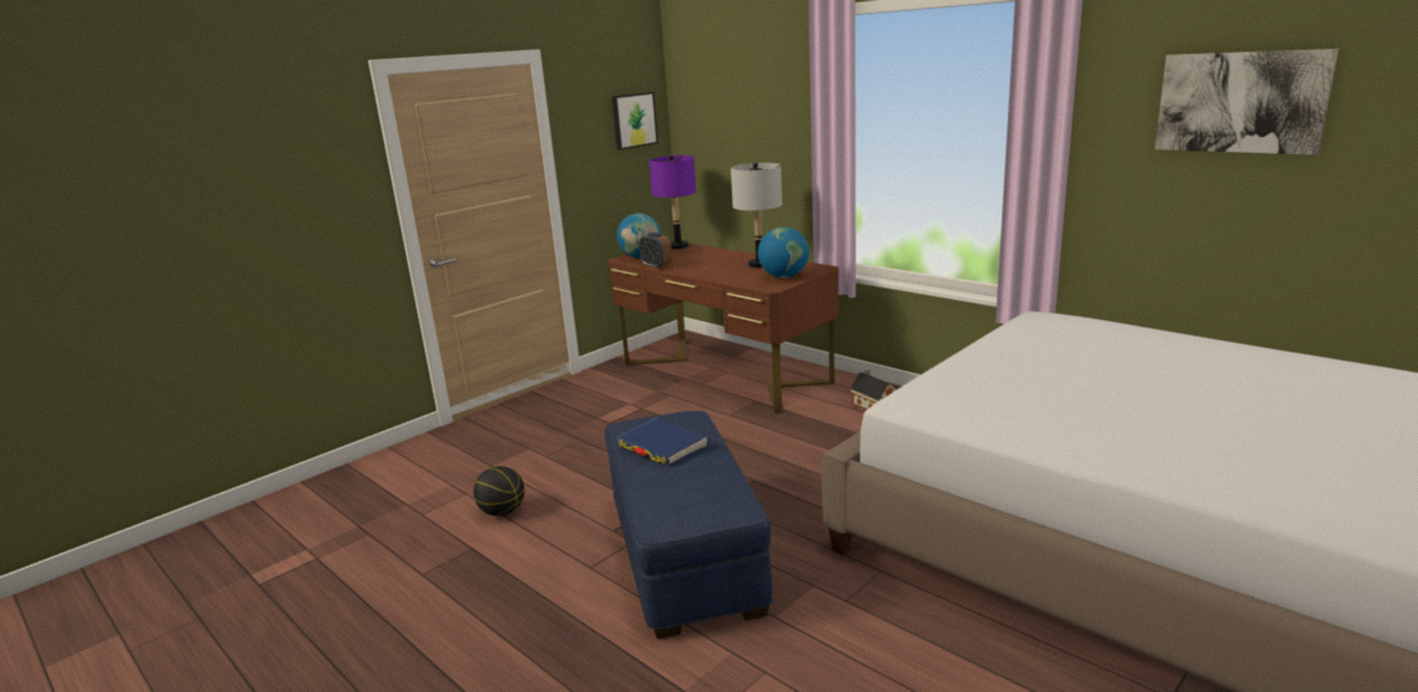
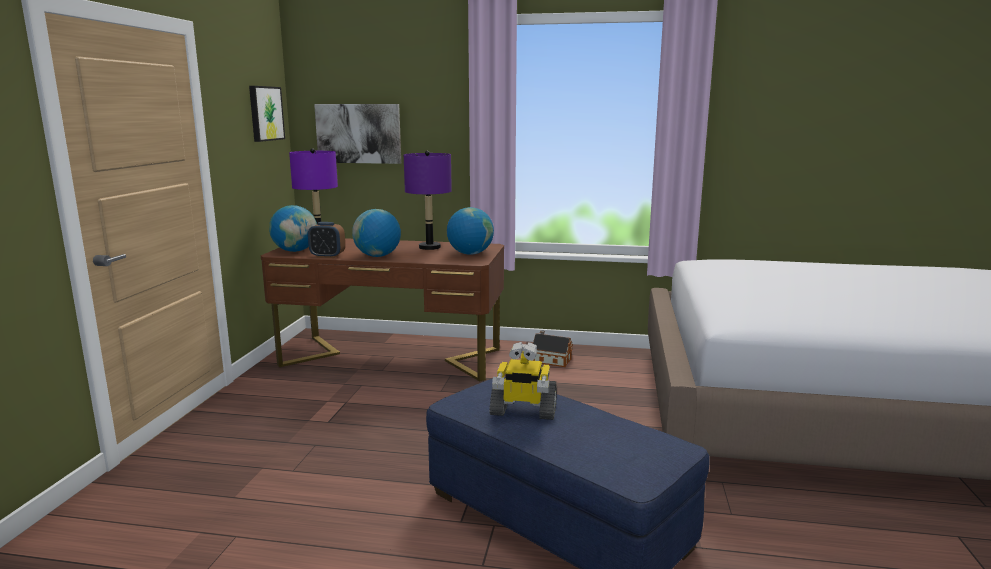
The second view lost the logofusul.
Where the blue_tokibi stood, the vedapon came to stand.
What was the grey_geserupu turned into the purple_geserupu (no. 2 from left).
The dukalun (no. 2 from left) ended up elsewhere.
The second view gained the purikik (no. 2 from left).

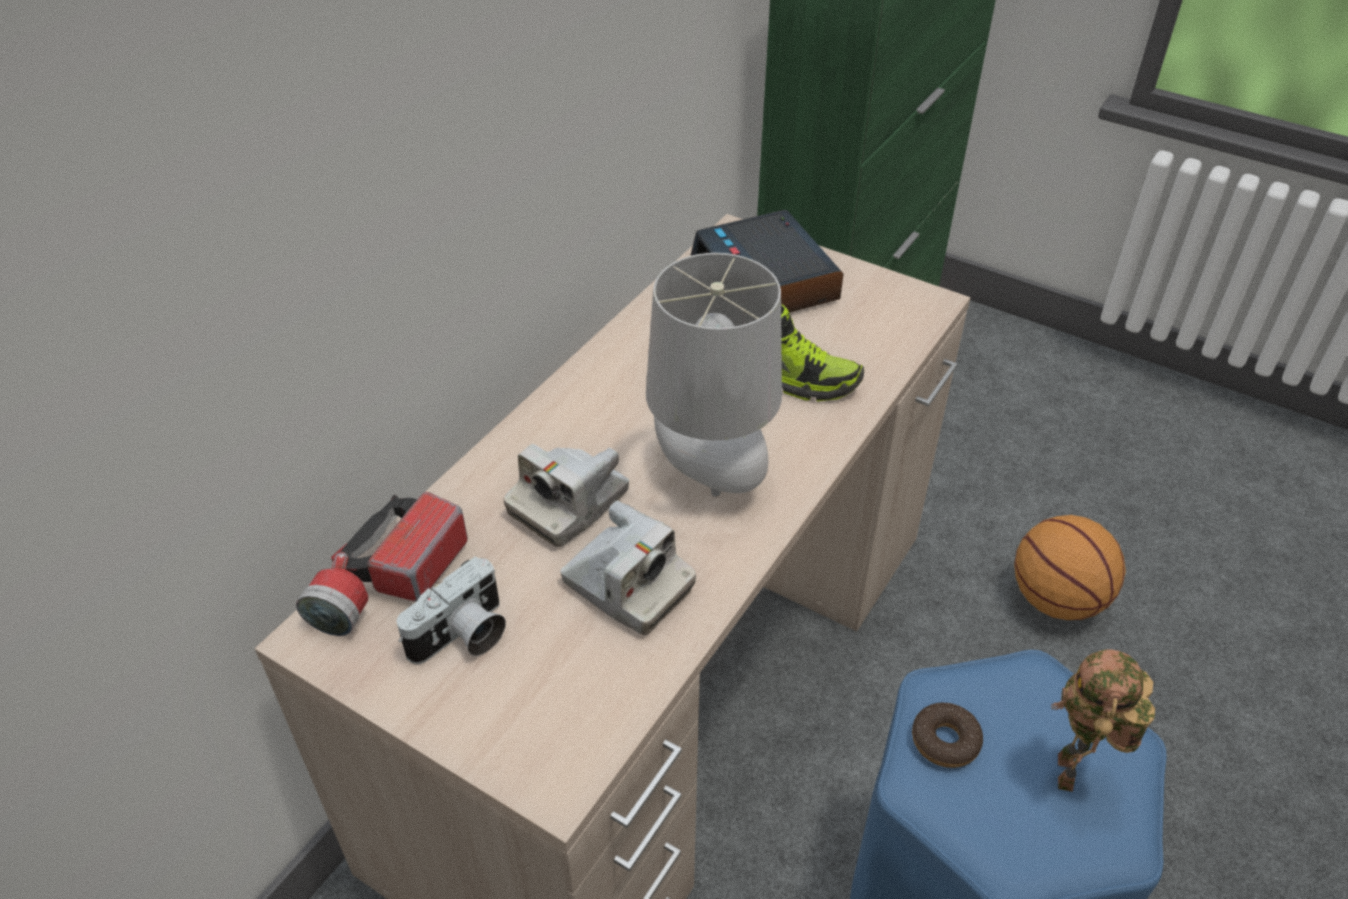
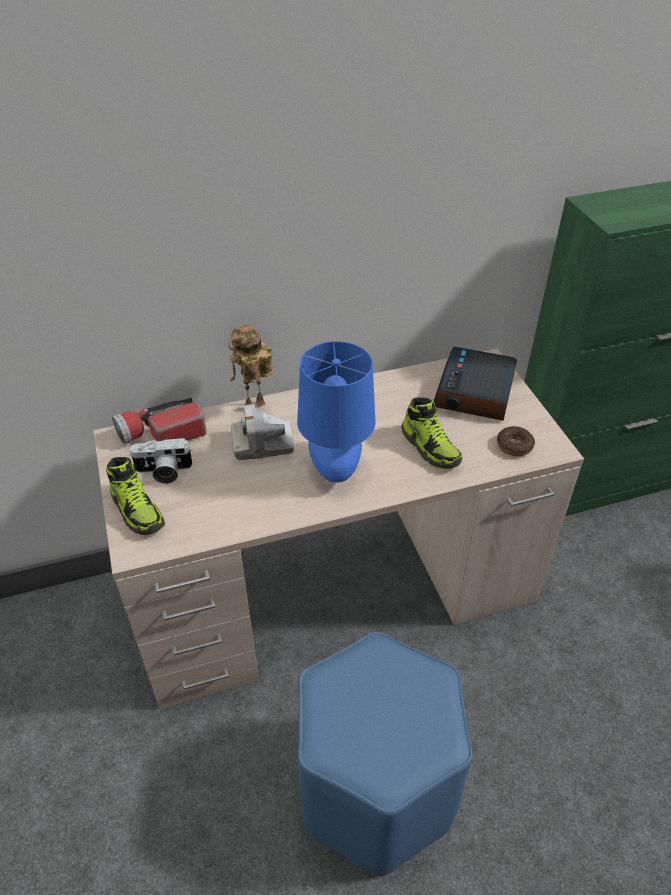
The second view lost the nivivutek (no. 3 from left).
What was the grey_geserupu turned into the blue_geserupu.
The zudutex ended up elsewhere.
The second view lost the logofusul.
The vedapon ended up elsewhere.
The second view gained the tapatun (no. 1 from left).

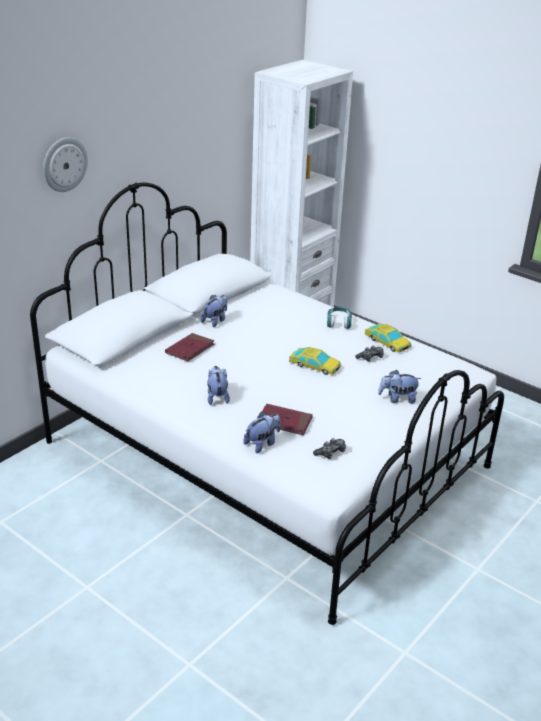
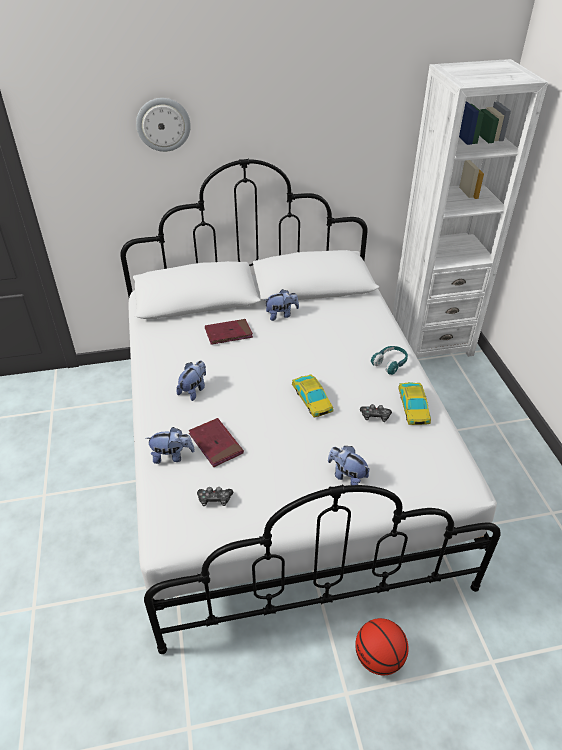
The second view gained the logofusul.

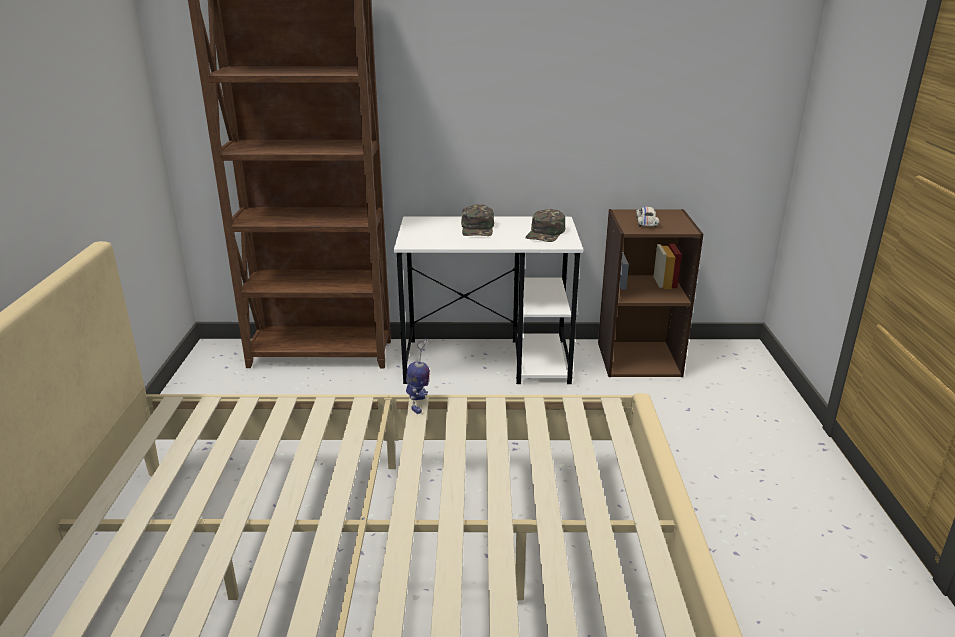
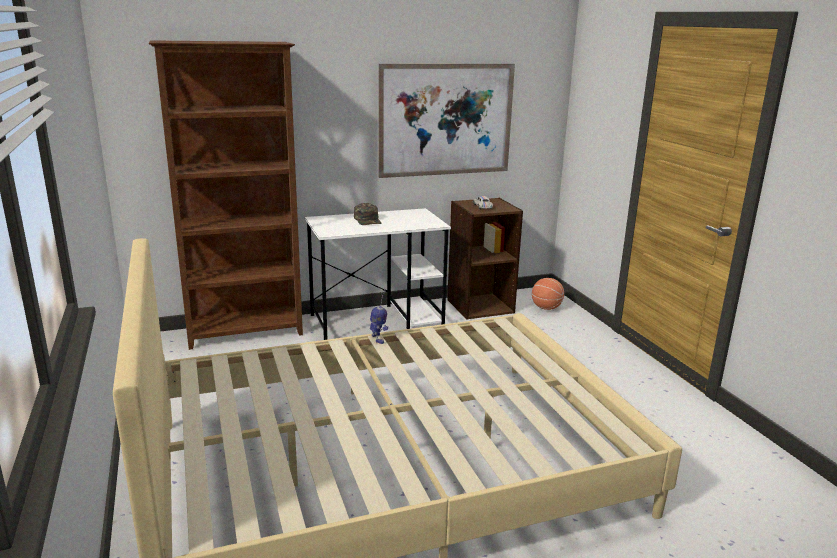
The second view lost the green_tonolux (no. 2 from left).
The second view gained the dukalun.
The second view gained the logofusul.

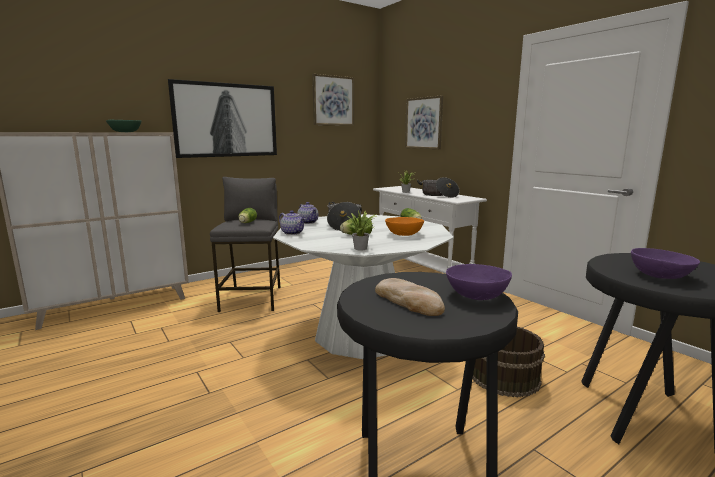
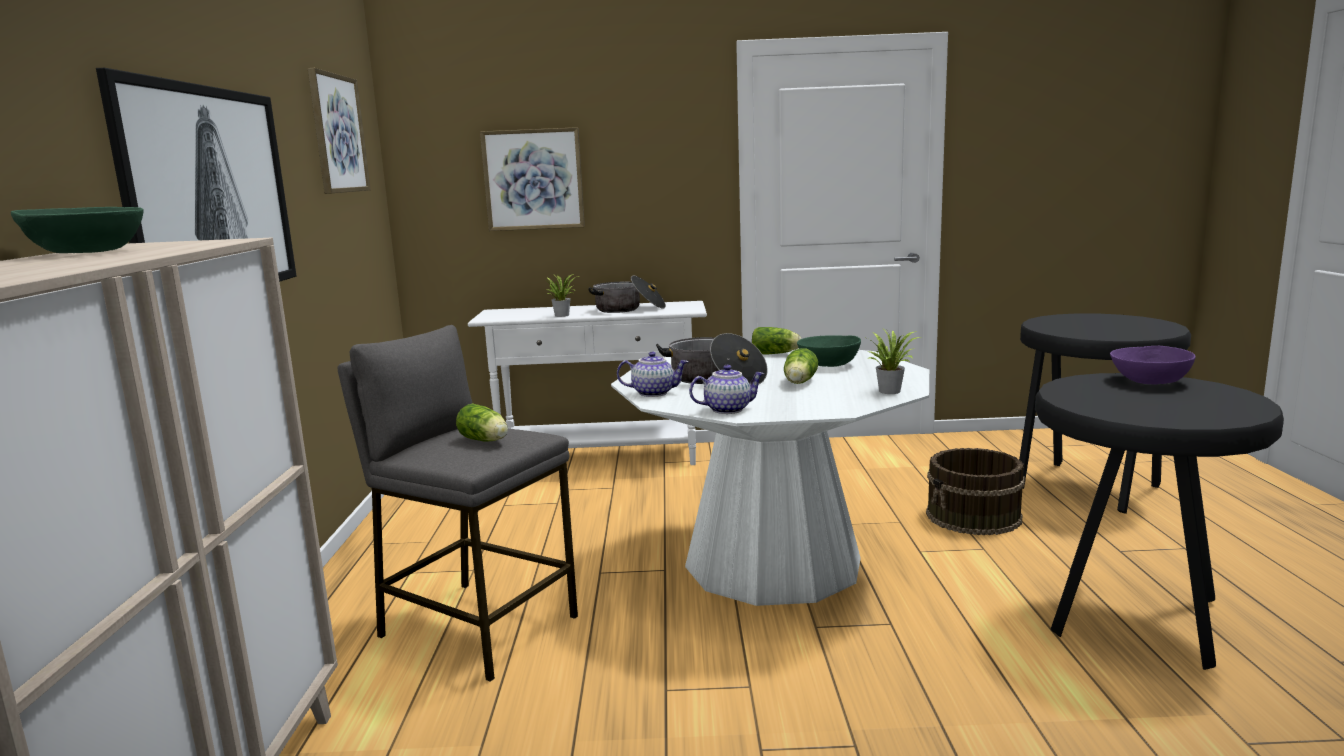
The second view lost the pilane.
What was the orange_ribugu turned into the green_ribugu (no. 2 from left).
The second view lost the purple_ribugu (no. 2 from left).

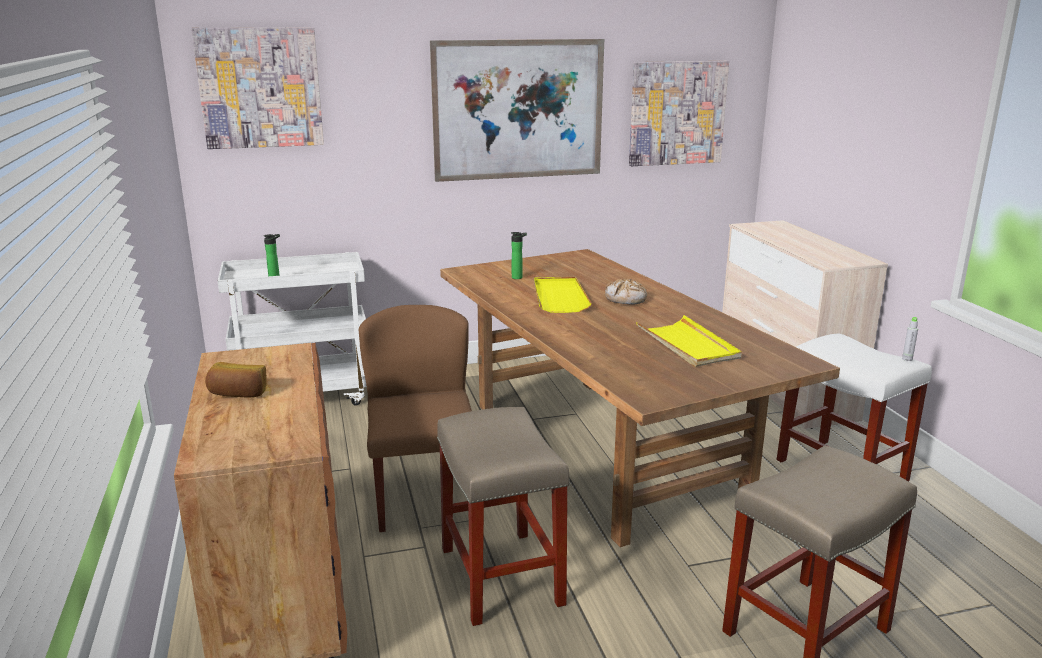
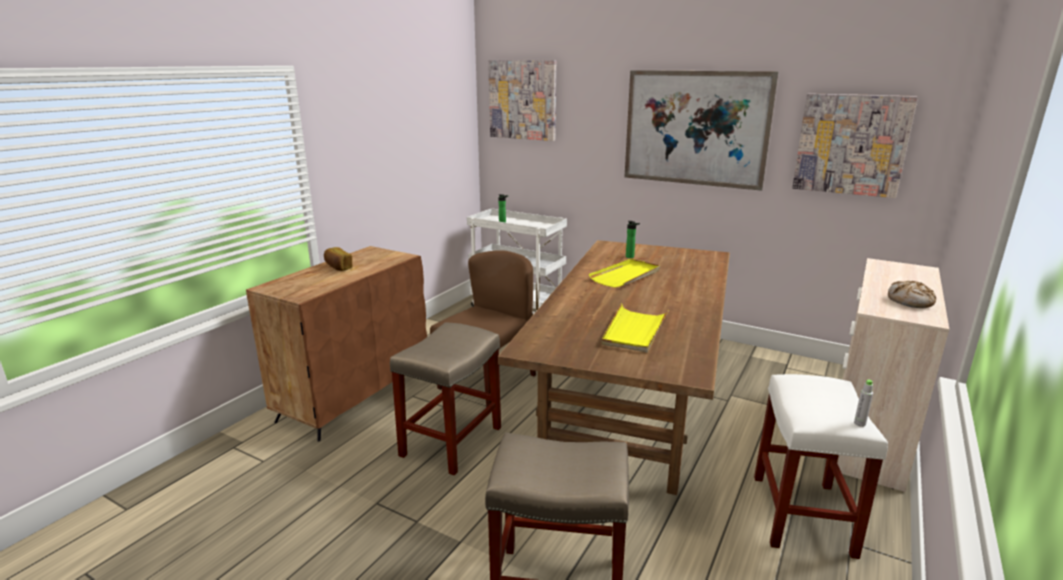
The pilane (no. 2 from left) ended up elsewhere.

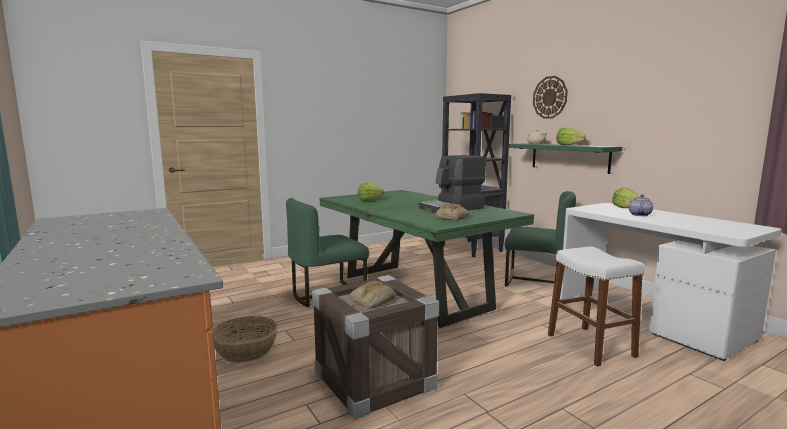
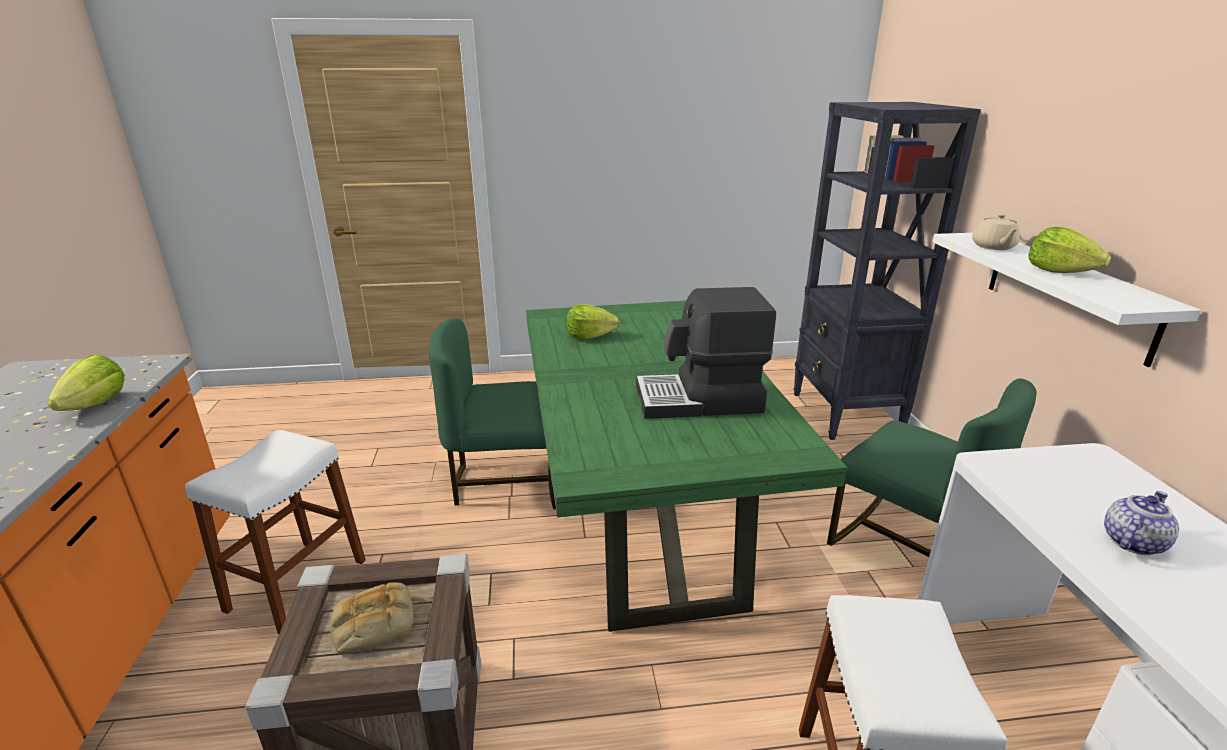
Where the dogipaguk stood, the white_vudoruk (no. 1 from left) came to stand.
The second view lost the pilane (no. 2 from left).
What was the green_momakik turned into the white_momakik.
The second view lost the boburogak.
The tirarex (no. 3 from left in the first image) ended up elsewhere.

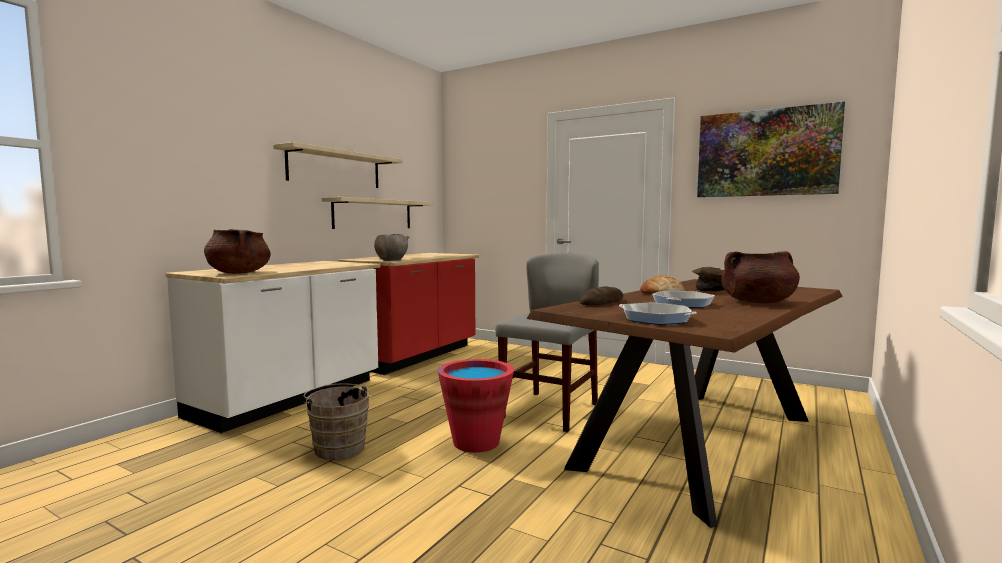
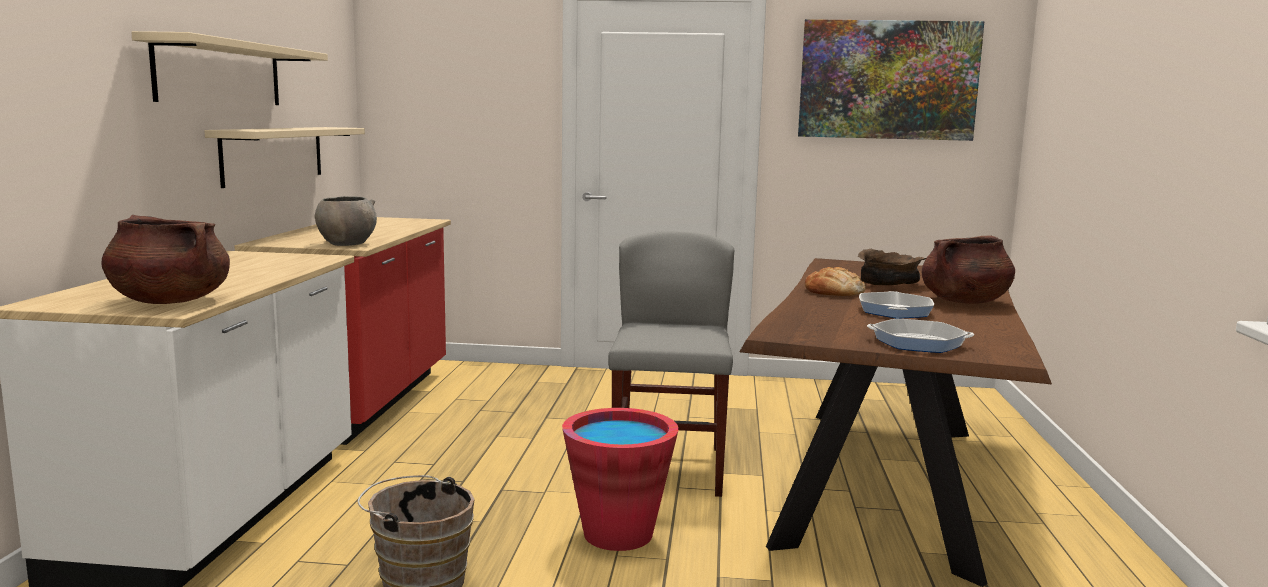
The second view lost the pilane (no. 1 from left).

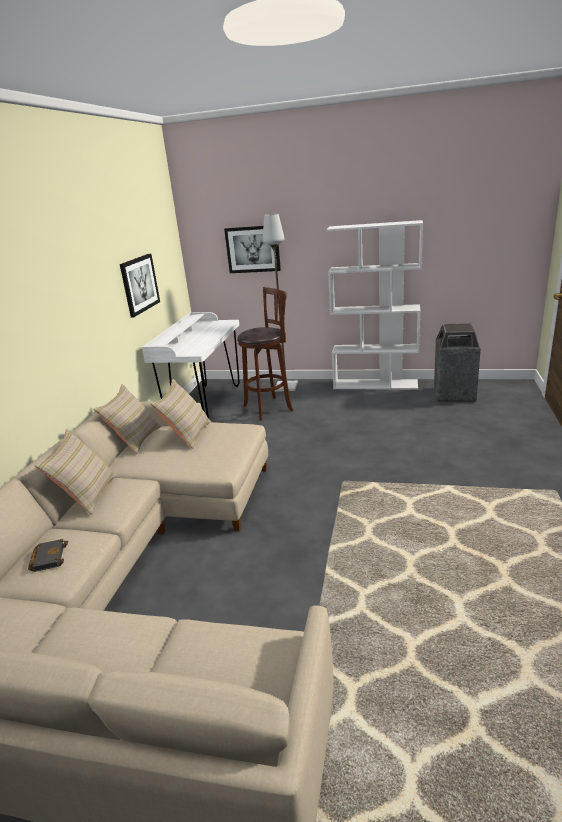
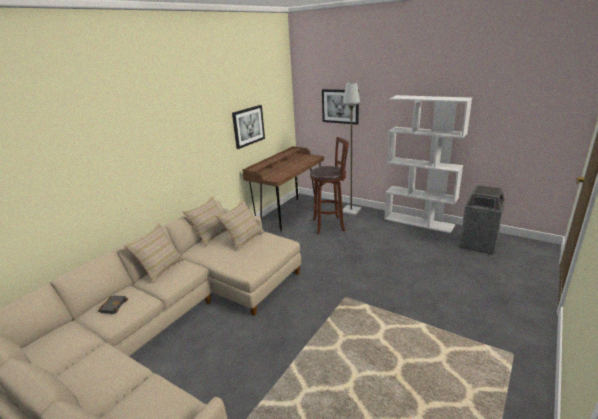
What was the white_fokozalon turned into the brown_fokozalon.

